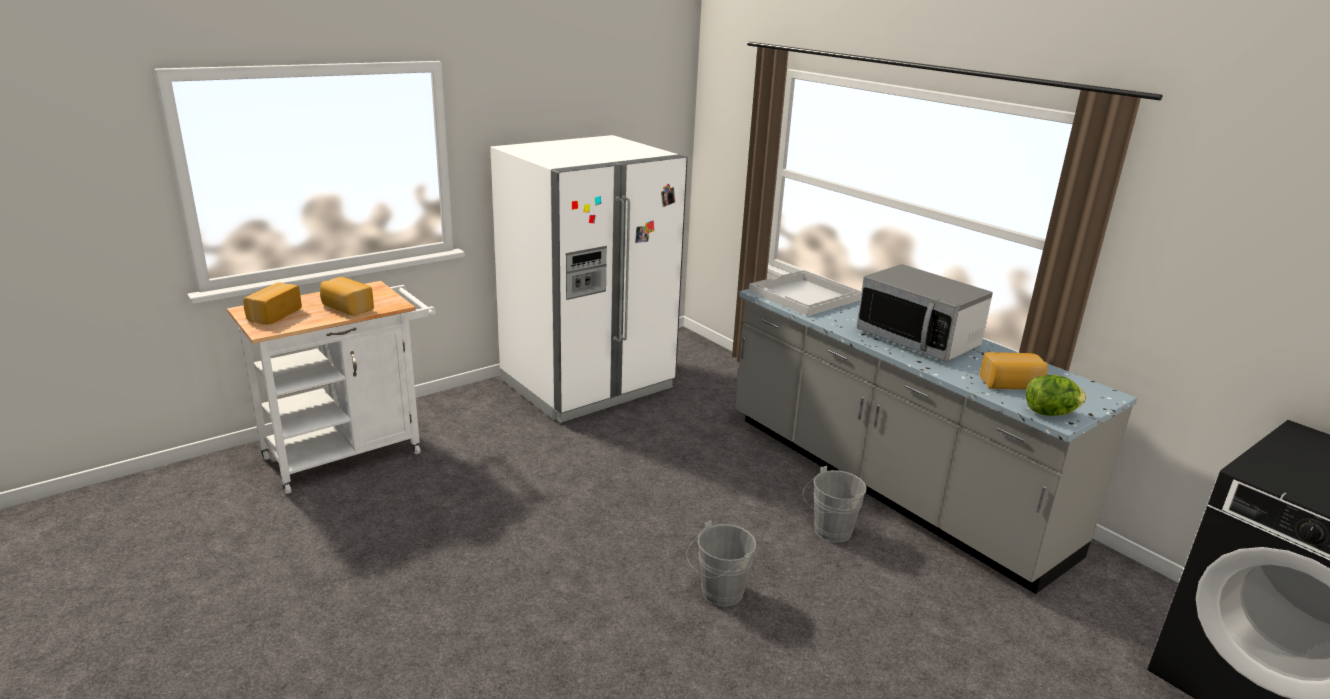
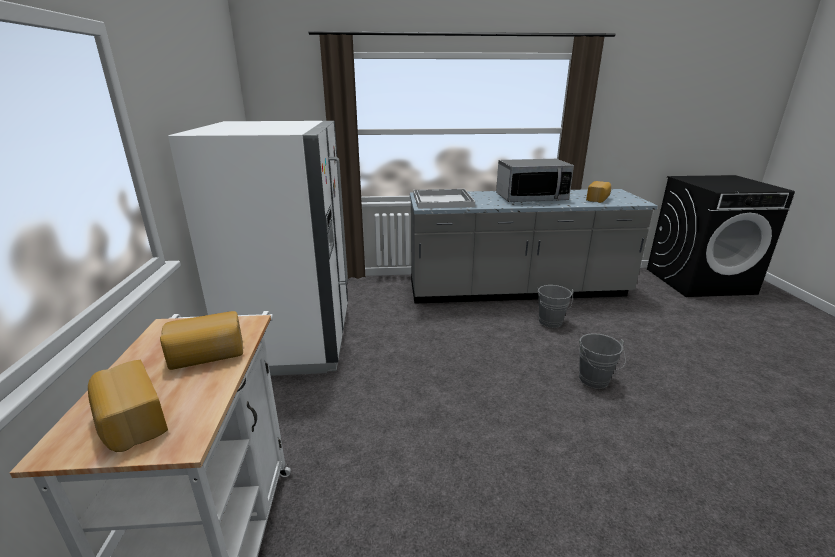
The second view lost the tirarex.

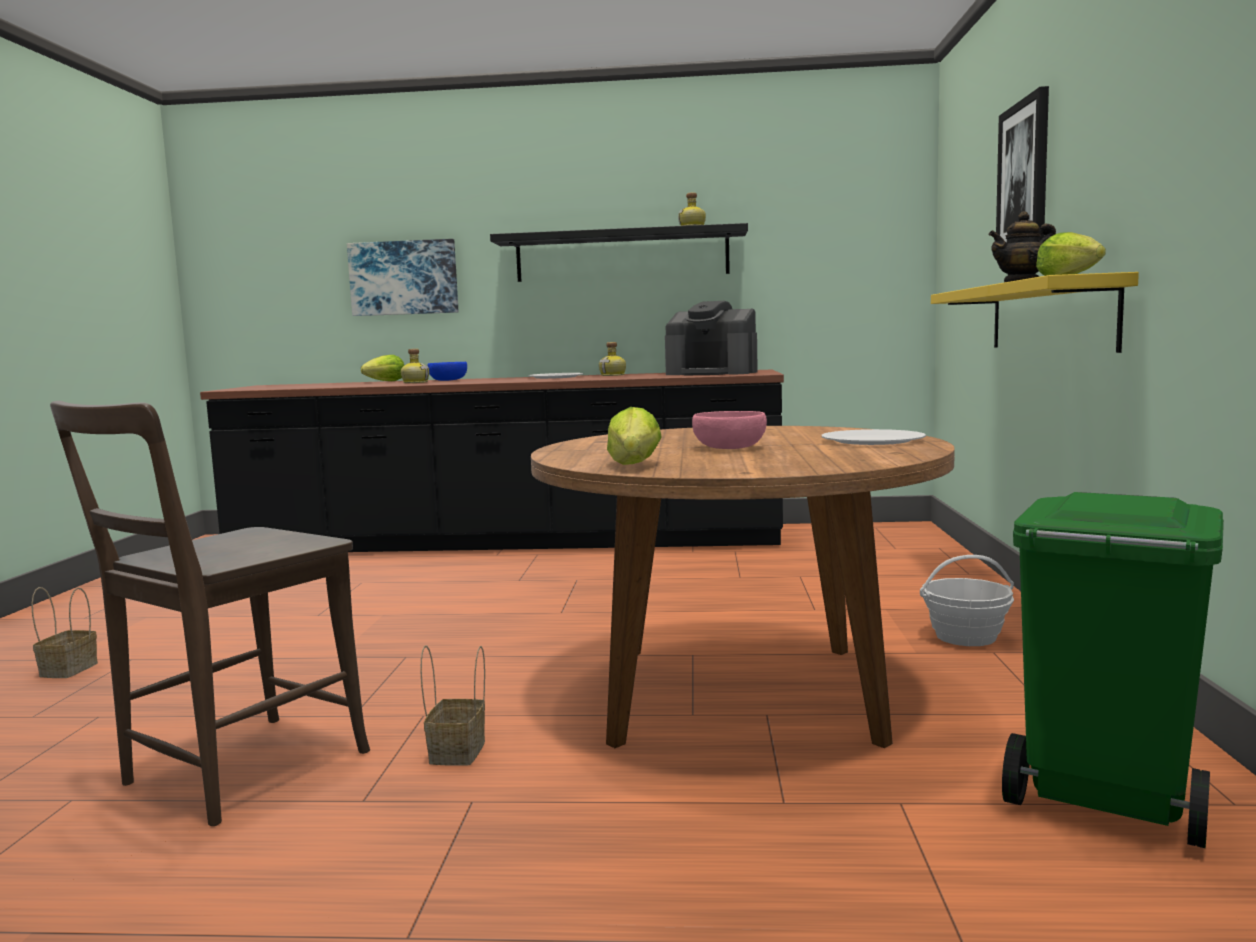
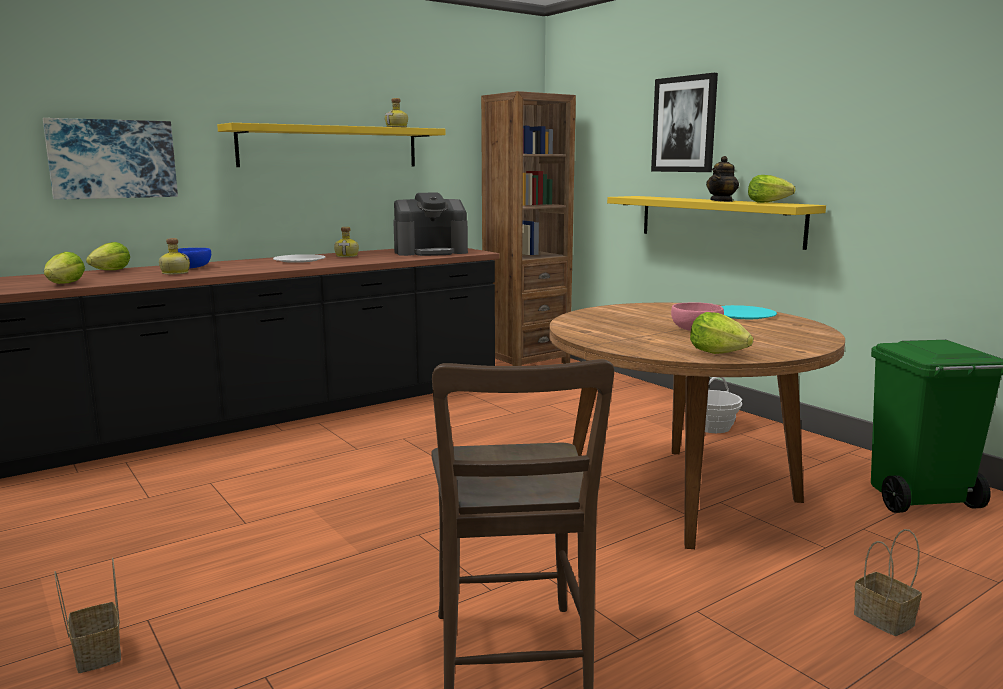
The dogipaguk (no. 2 from left in the first image) ended up elsewhere.
What was the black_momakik turned into the yellow_momakik (no. 1 from left).
What was the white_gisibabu (no. 2 from left) turned into the turquoise_gisibabu.
The second view gained the tirarex (no. 1 from left).
The second view gained the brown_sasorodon.

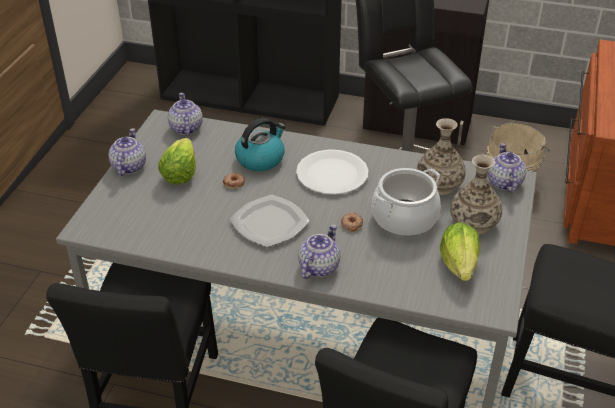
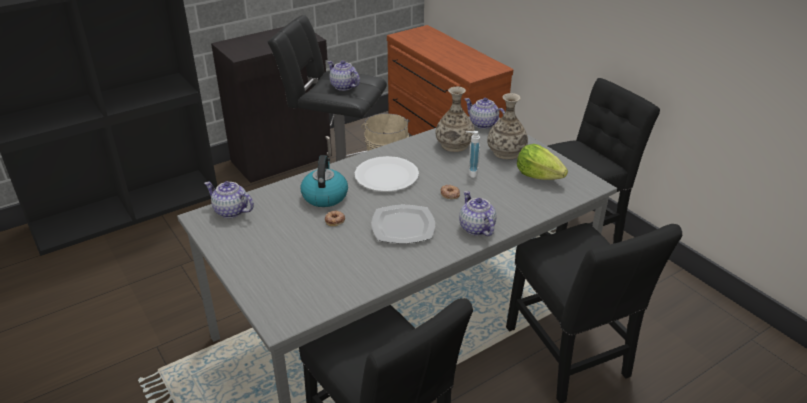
The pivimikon (no. 1 from left in the first image) ended up elsewhere.
The second view lost the tirarex (no. 1 from left).
Where the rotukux stood, the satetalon came to stand.

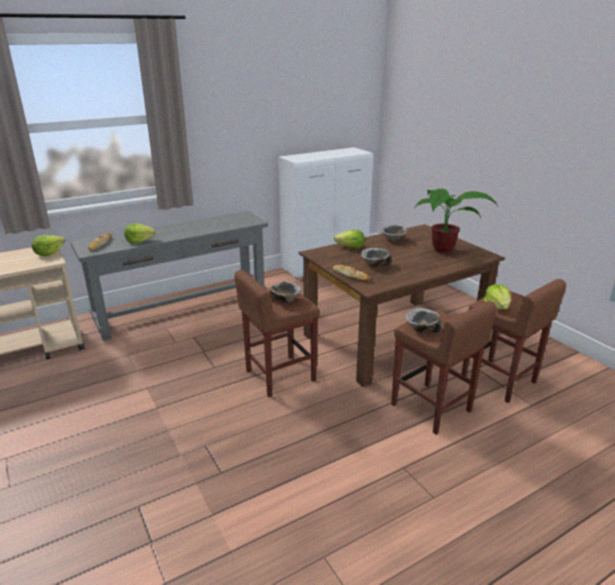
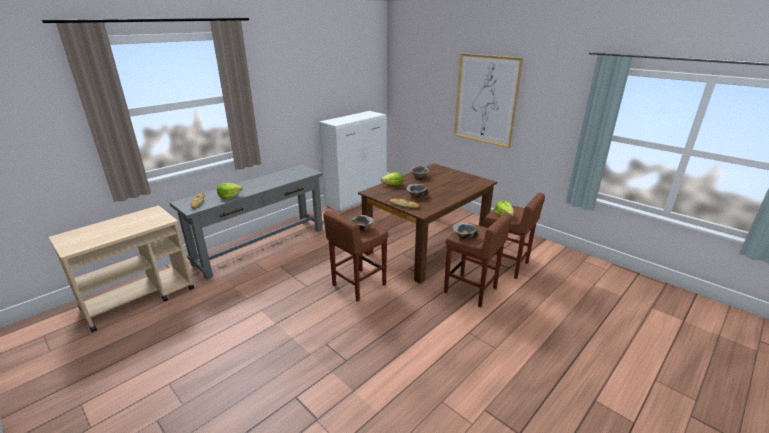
The second view lost the tirarex (no. 1 from left).
The second view lost the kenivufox.
The second view gained the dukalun.

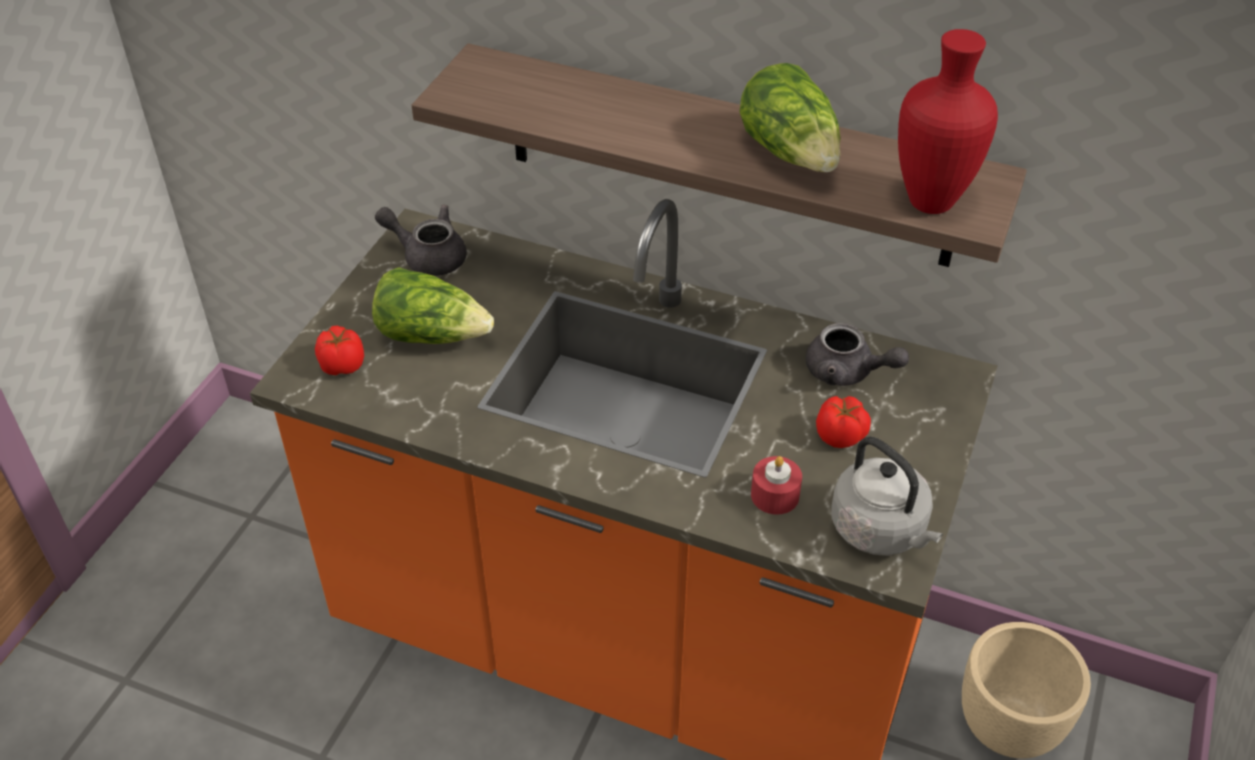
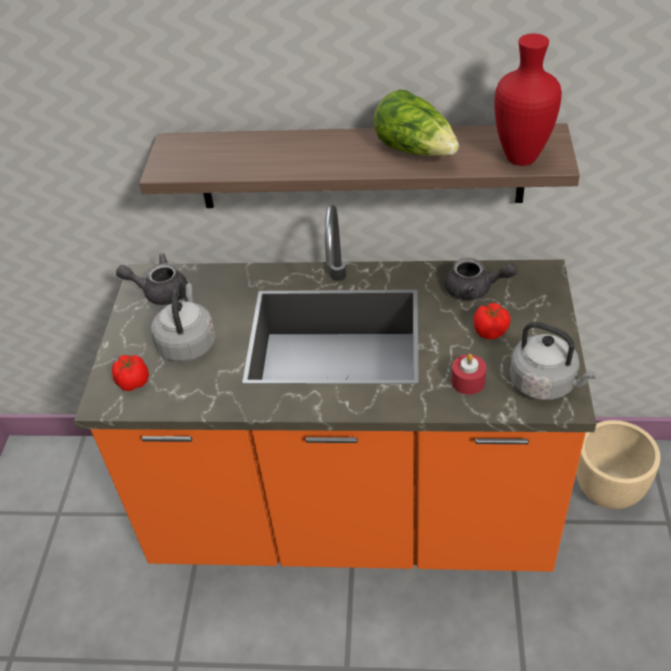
Where the tirarex (no. 1 from left) stood, the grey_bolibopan (no. 1 from left) came to stand.

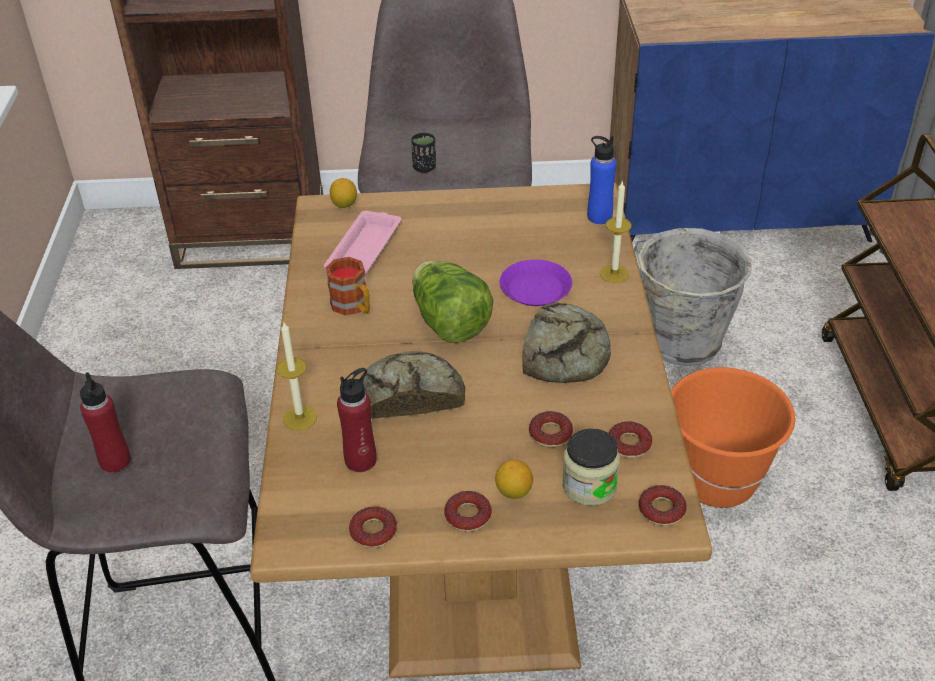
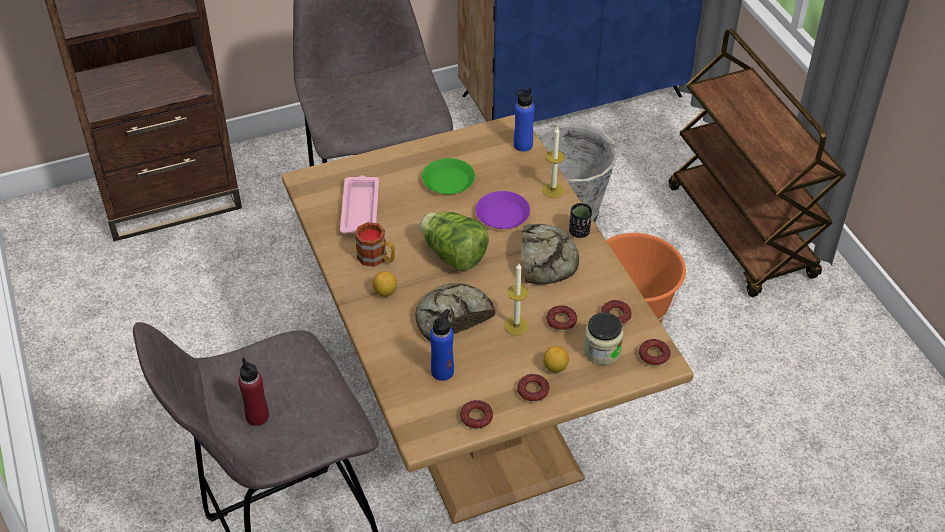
The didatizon (no. 1 from left) ended up elsewhere.
The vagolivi (no. 1 from left) ended up elsewhere.
What was the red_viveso (no. 2 from left) turned into the blue_viveso (no. 1 from left).
The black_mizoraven ended up elsewhere.
The second view gained the green_gisibabu.

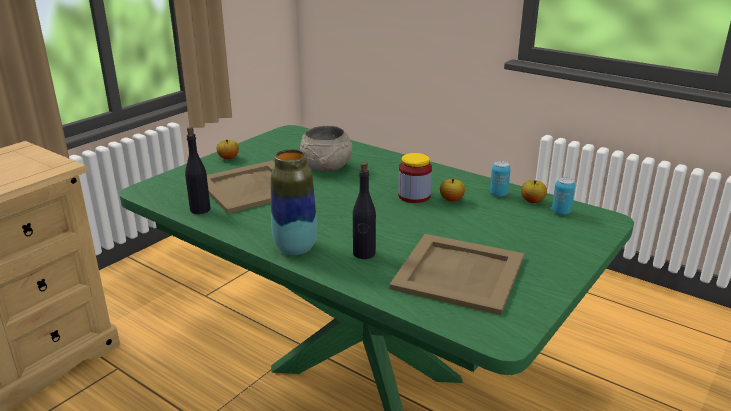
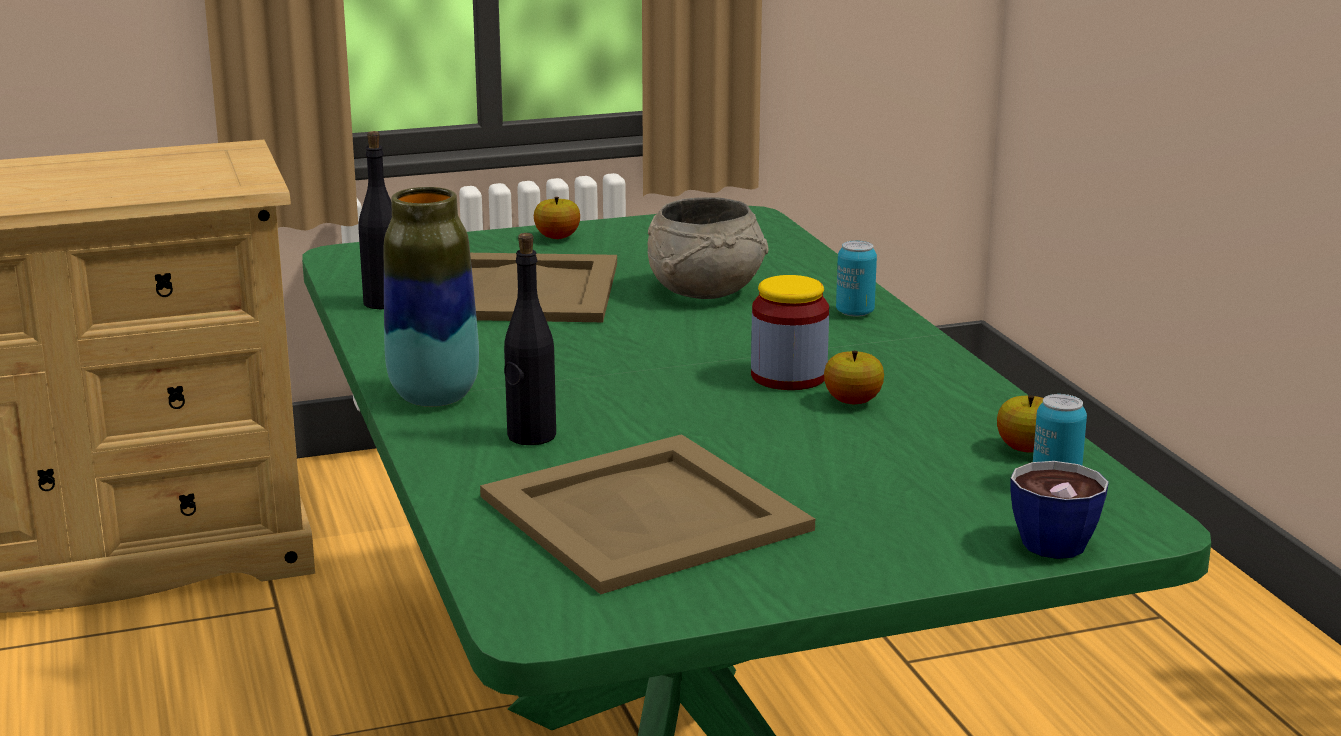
The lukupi (no. 1 from left) ended up elsewhere.
The second view gained the mizoraven.

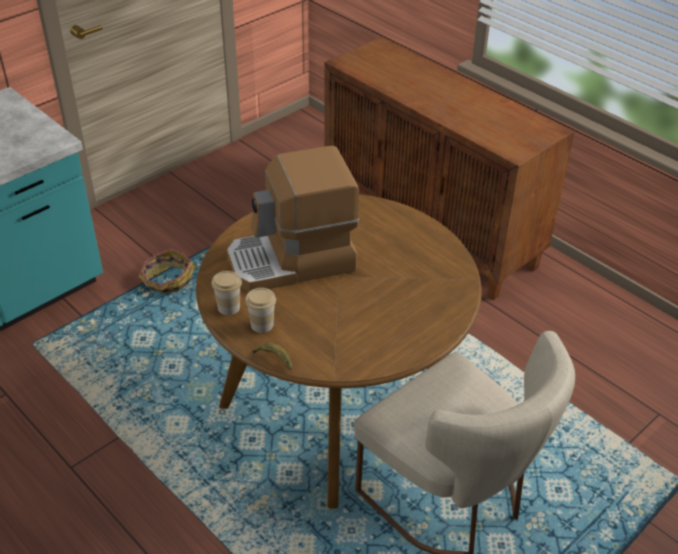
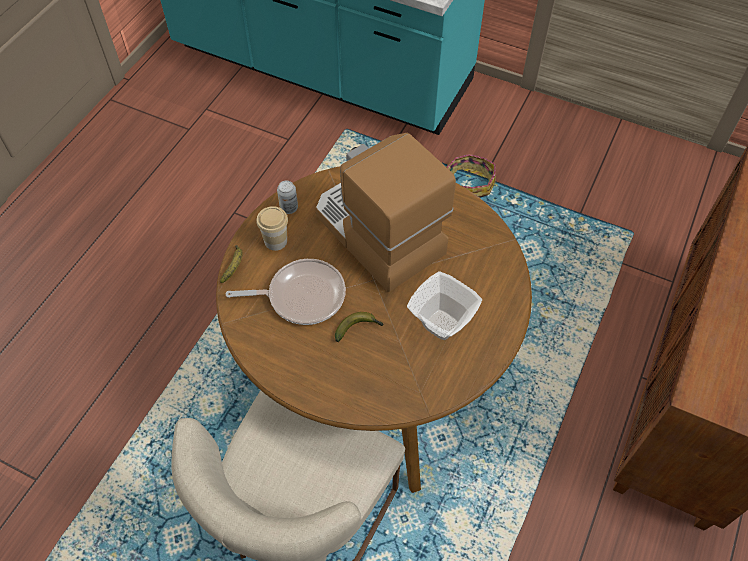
Where the mizoraven (no. 1 from left) stood, the lukupi came to stand.
The second view gained the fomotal.
The second view gained the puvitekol (no. 2 from left).
The second view gained the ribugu.

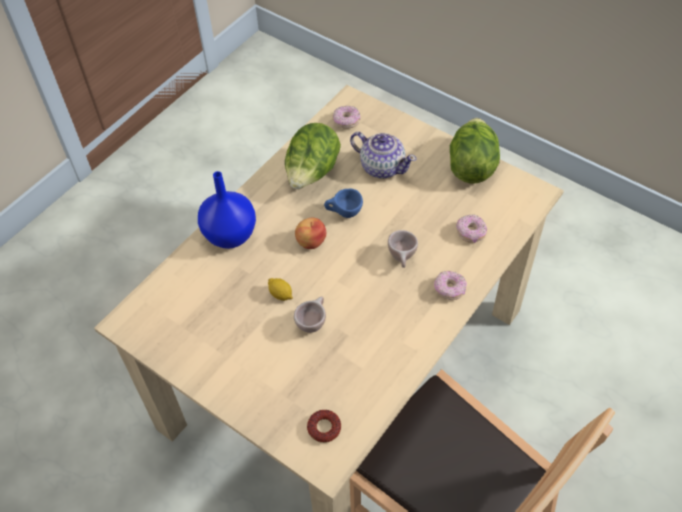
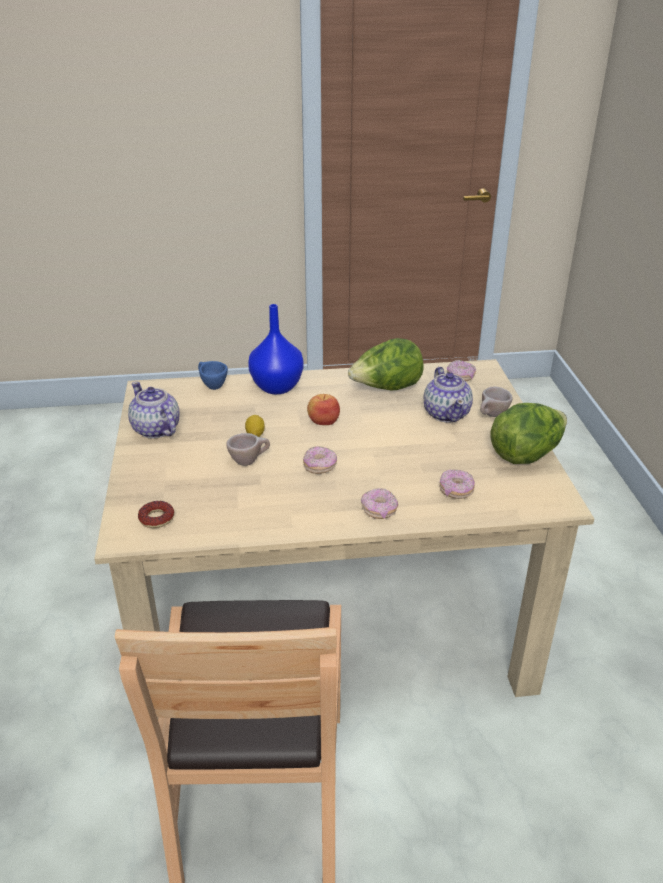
The blue_mizoraven ended up elsewhere.
The beige_mizoraven (no. 2 from left) ended up elsewhere.
The second view gained the pivimikon (no. 1 from left).
The second view gained the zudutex (no. 2 from left).

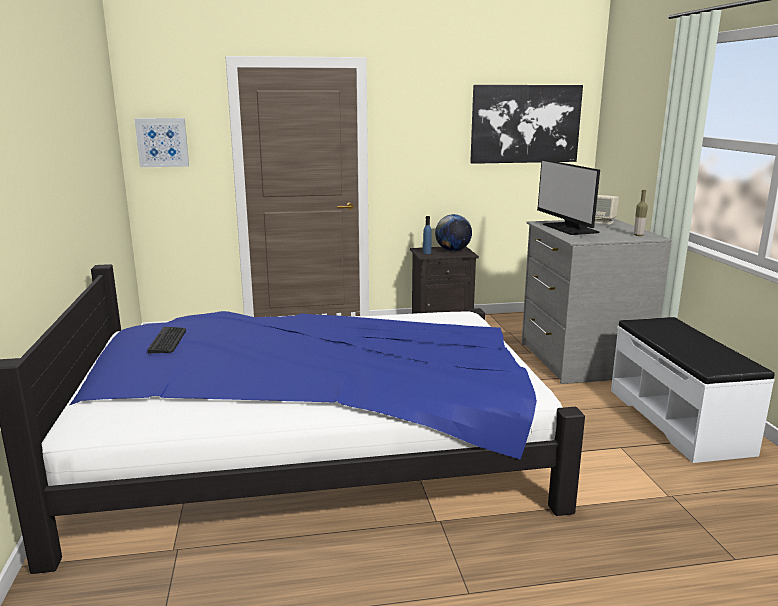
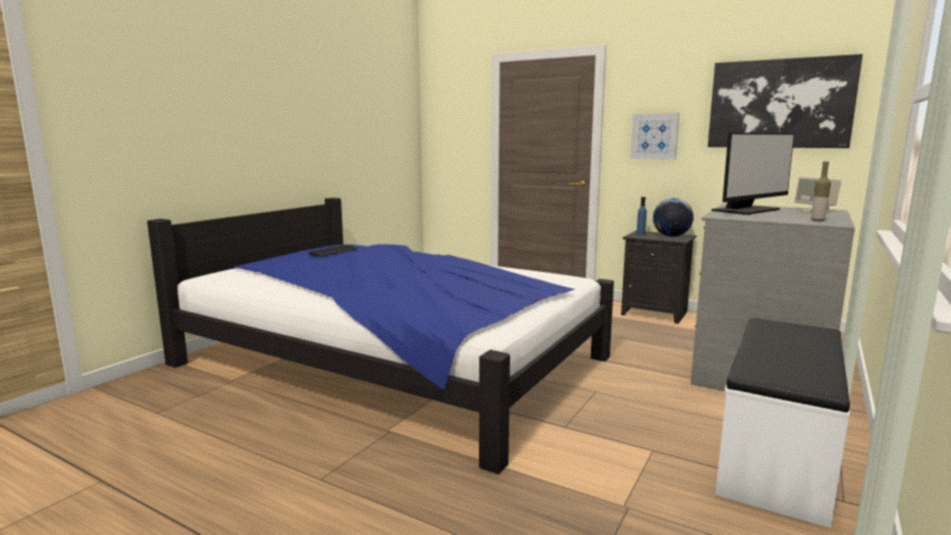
The dukalun (no. 1 from left) ended up elsewhere.
The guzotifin ended up facing another way, 150 degrees counterclockwise from before.

